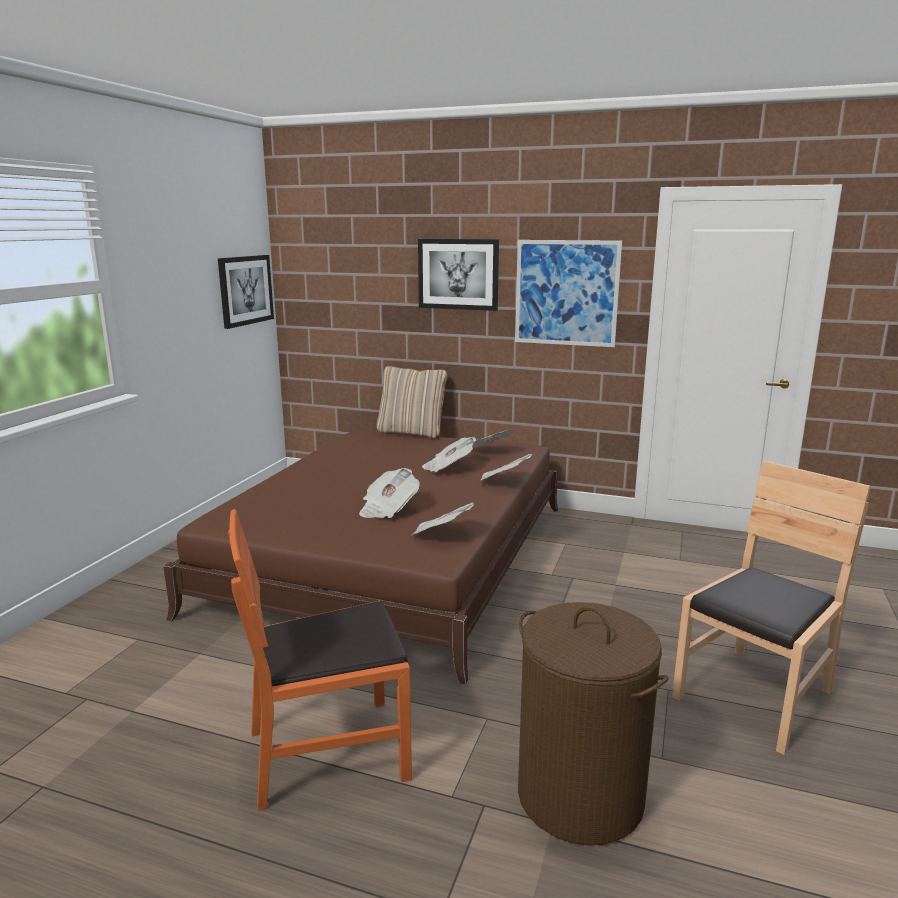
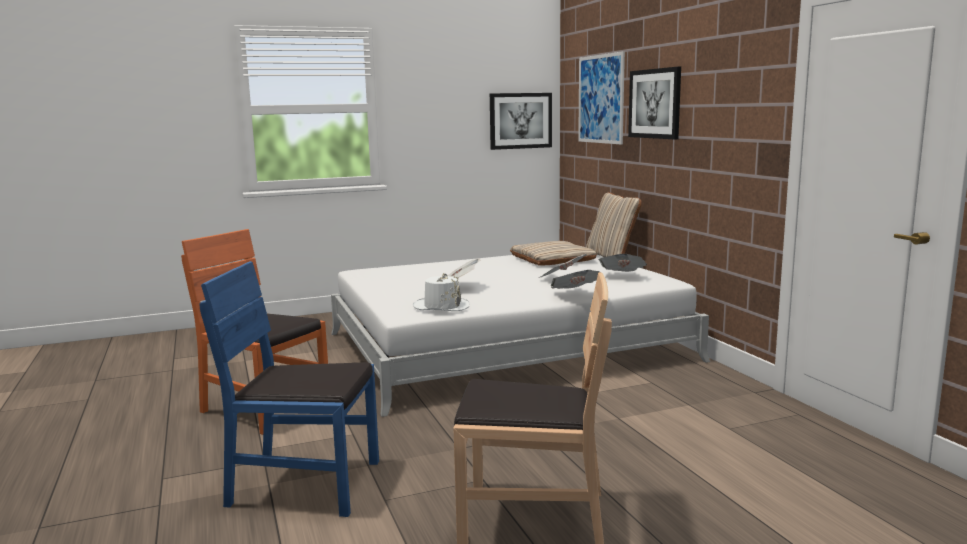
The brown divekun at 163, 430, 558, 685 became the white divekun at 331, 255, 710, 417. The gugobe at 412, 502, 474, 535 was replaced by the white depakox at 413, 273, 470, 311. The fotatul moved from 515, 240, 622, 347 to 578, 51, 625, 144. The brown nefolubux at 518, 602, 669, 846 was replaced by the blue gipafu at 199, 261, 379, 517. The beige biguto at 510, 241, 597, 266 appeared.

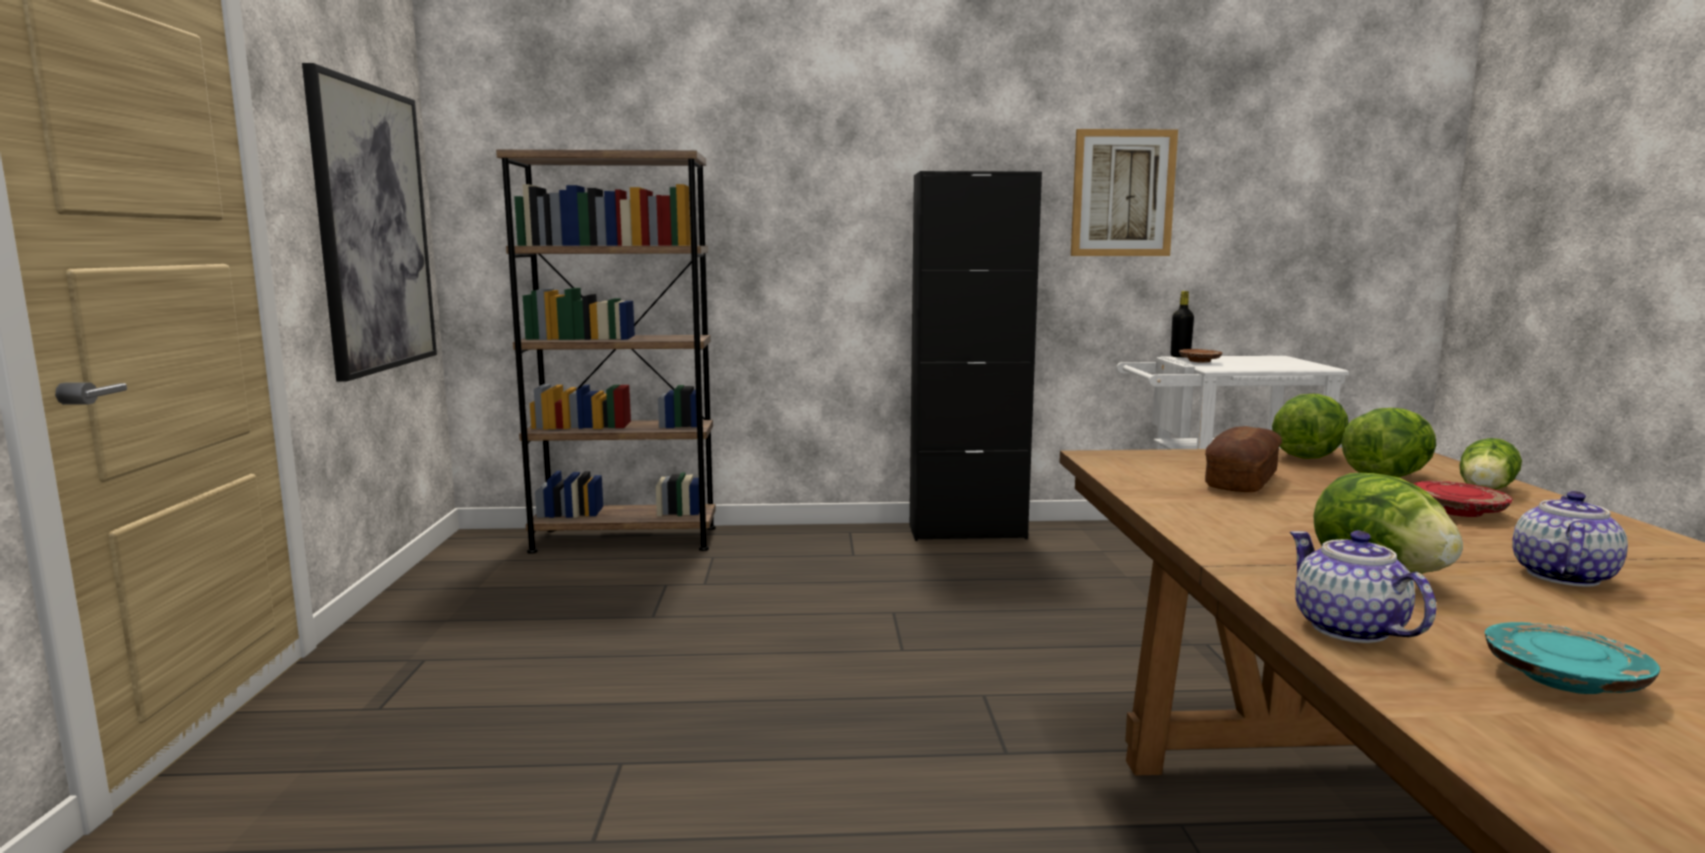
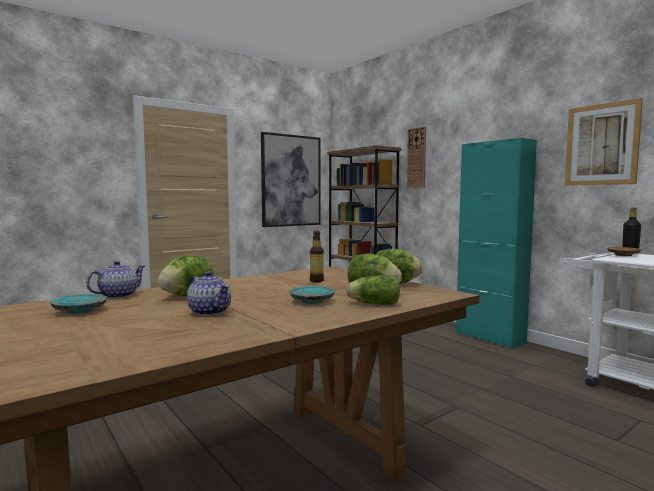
The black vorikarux at 910, 171, 1042, 541 became the turquoise vorikarux at 456, 138, 537, 349. The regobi at 1205, 426, 1282, 492 was replaced by the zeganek at 310, 231, 324, 282. The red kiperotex at 1413, 481, 1513, 517 became the turquoise kiperotex at 290, 286, 335, 304. The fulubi at 1512, 491, 1628, 587 turned 45 degrees clockwise. The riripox at 407, 126, 426, 188 appeared.

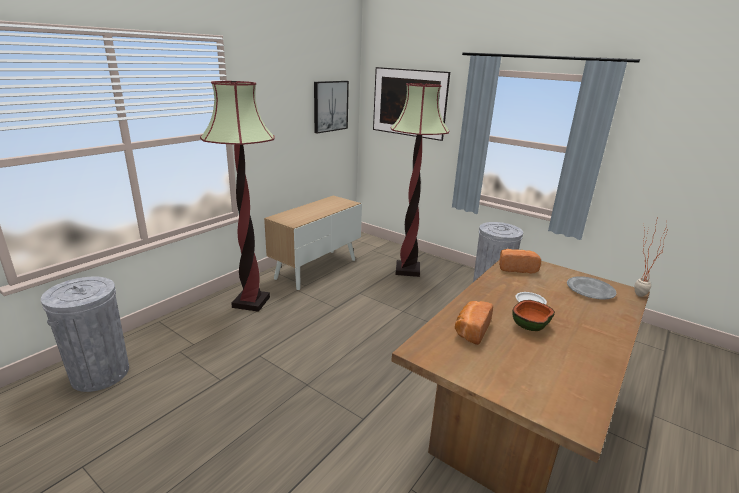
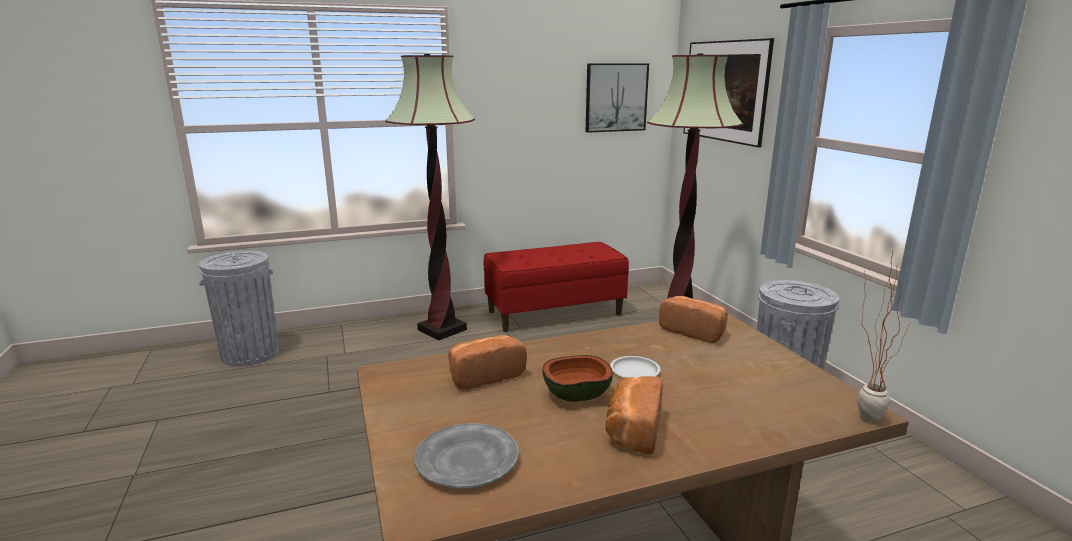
The vorikarux at 264, 196, 362, 290 was replaced by the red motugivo at 484, 242, 629, 332. The grey kiperotex moved from 567, 276, 616, 299 to 414, 423, 519, 488. The regobi at 606, 376, 663, 455 appeared.

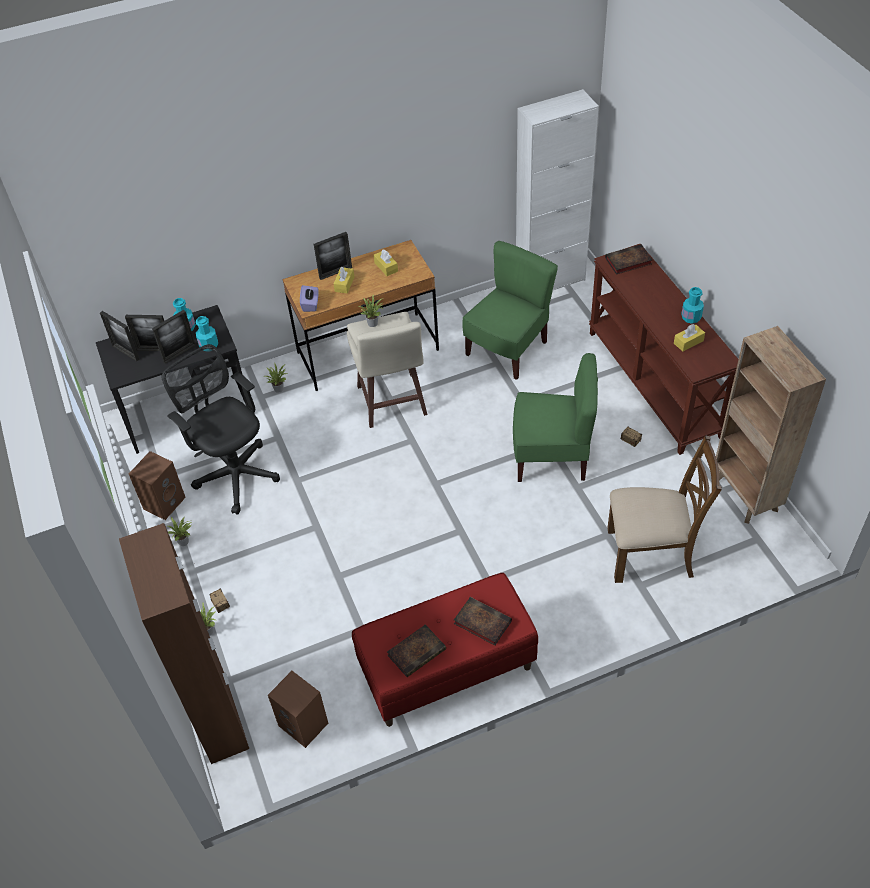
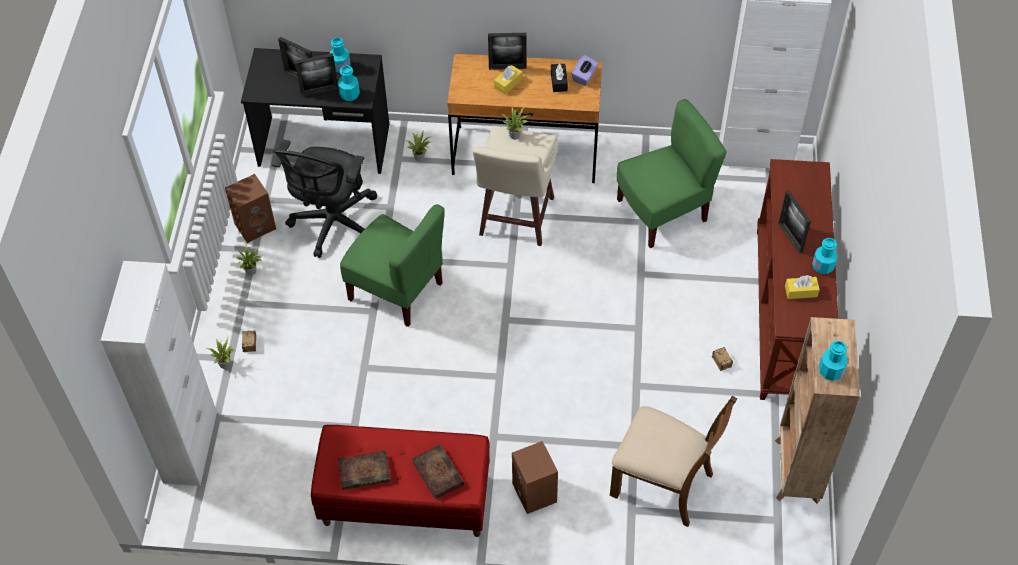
The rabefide moved from 100, 311, 139, 361 to 778, 191, 811, 254. The brown vorikarux at 119, 523, 249, 764 became the white vorikarux at 101, 261, 217, 486. The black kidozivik at 162, 344, 280, 515 turned 150 degrees counterclockwise. The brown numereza moved from 268, 671, 328, 748 to 512, 441, 558, 514. The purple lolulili moved from 300, 285, 319, 312 to 572, 55, 599, 86. The yellow lolulili at 374, 249, 398, 276 became the black lolulili at 551, 63, 568, 92. The green gipafu moved from 513, 353, 598, 482 to 340, 204, 445, 327. The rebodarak at 605, 244, 652, 275 disappeared. The turquoise zeganek at 819, 341, 848, 381 appeared.

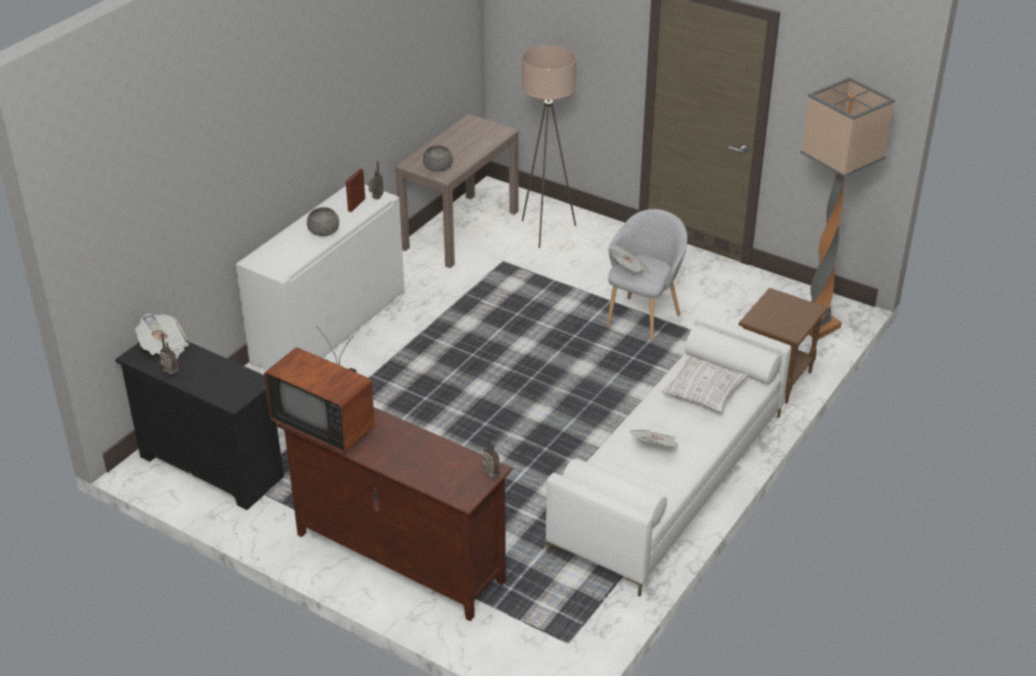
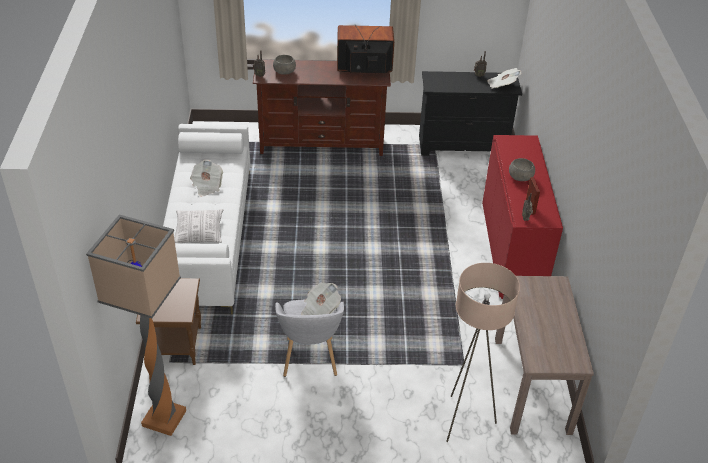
The white vorikarux at 236, 184, 405, 370 became the red vorikarux at 482, 135, 563, 299. The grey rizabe moved from 423, 145, 453, 172 to 273, 55, 296, 75.

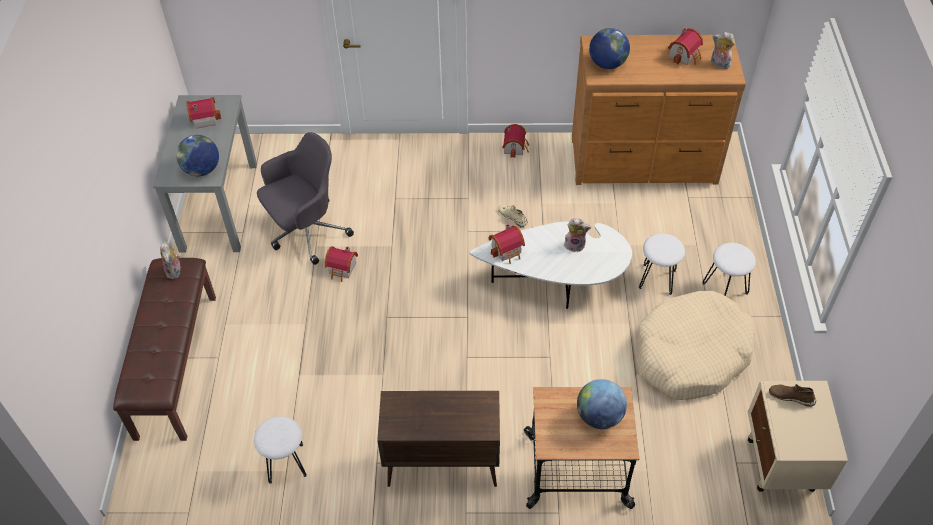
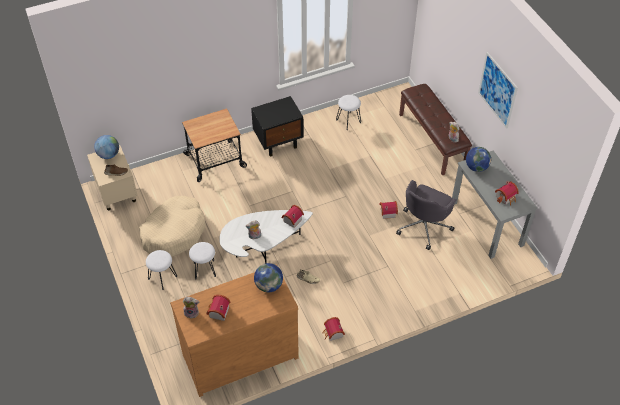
The brown vorikarux at 377, 391, 500, 487 was replaced by the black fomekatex at 251, 96, 304, 157. The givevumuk moved from 577, 379, 627, 429 to 94, 135, 119, 159. The fotatul at 478, 52, 518, 129 appeared.

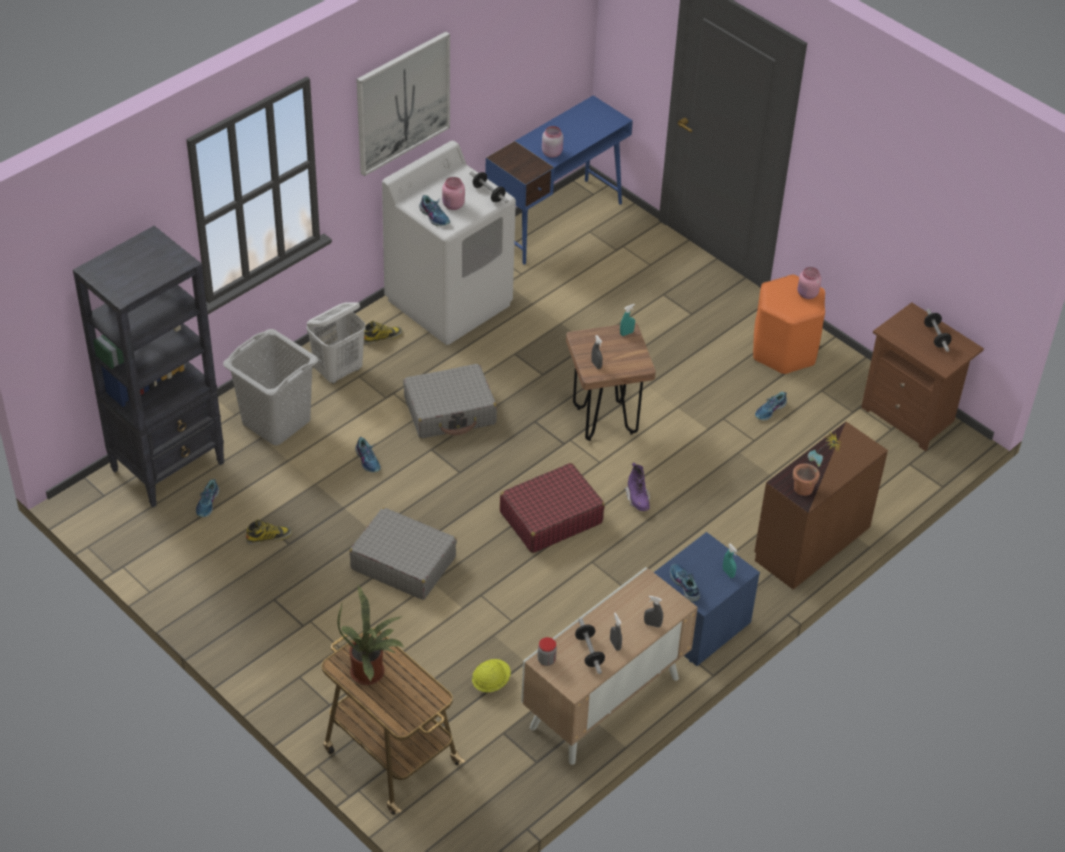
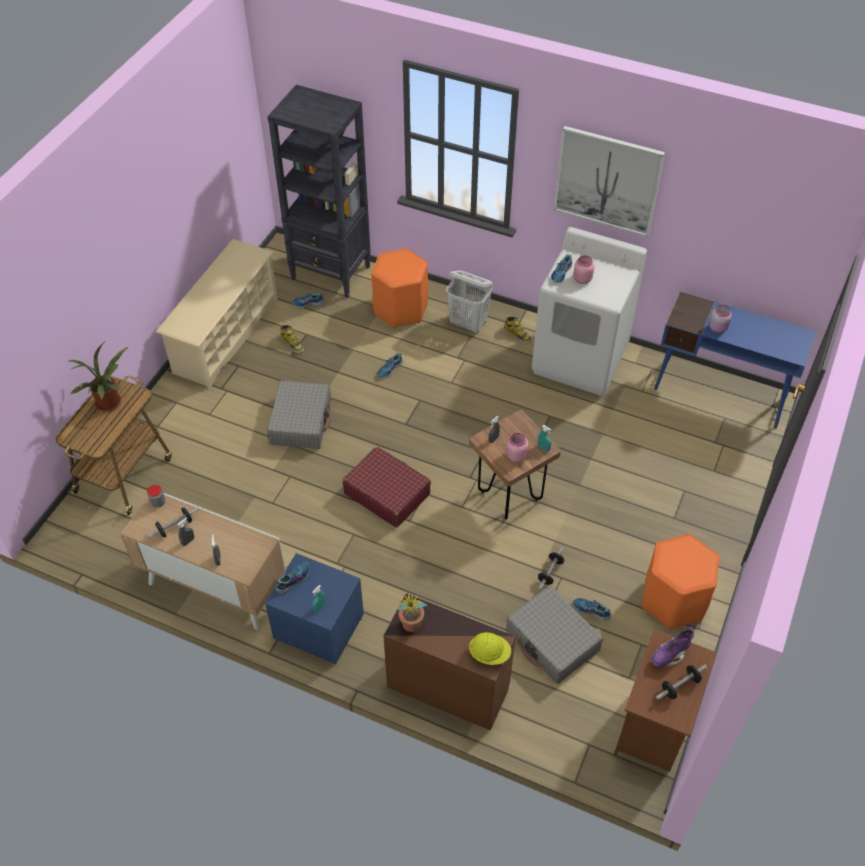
The grey nefolubux at 223, 329, 319, 446 was replaced by the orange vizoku at 371, 249, 428, 328. The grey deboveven moved from 403, 364, 497, 439 to 506, 586, 603, 684. The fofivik moved from 470, 171, 509, 203 to 538, 548, 564, 590. The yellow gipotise moved from 472, 659, 511, 692 to 469, 632, 511, 665. The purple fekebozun moved from 624, 462, 650, 511 to 651, 626, 694, 667. The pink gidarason moved from 797, 267, 821, 299 to 506, 433, 528, 462. The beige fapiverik at 155, 239, 278, 389 appeared.

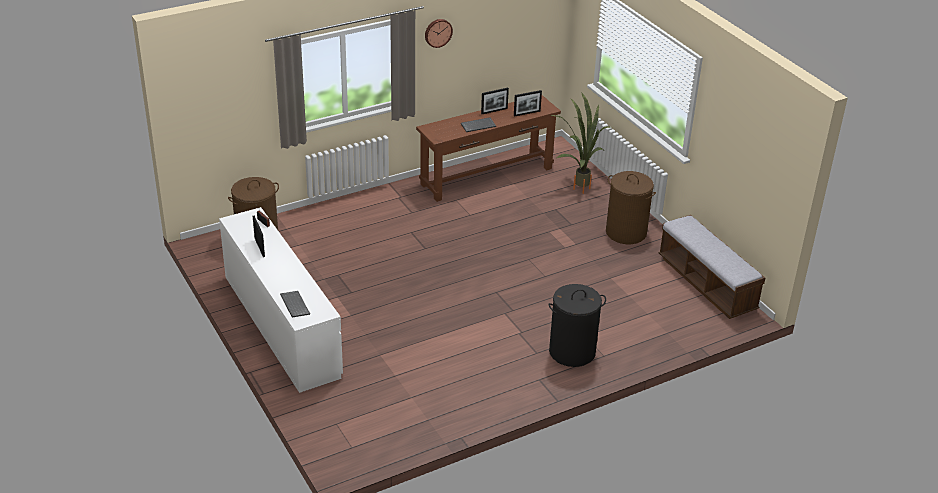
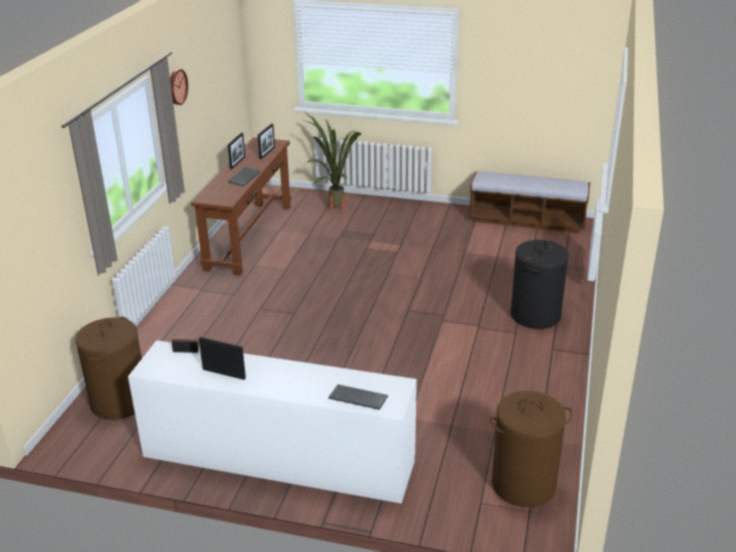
The brown nefolubux moved from 606, 171, 656, 244 to 490, 391, 572, 507.

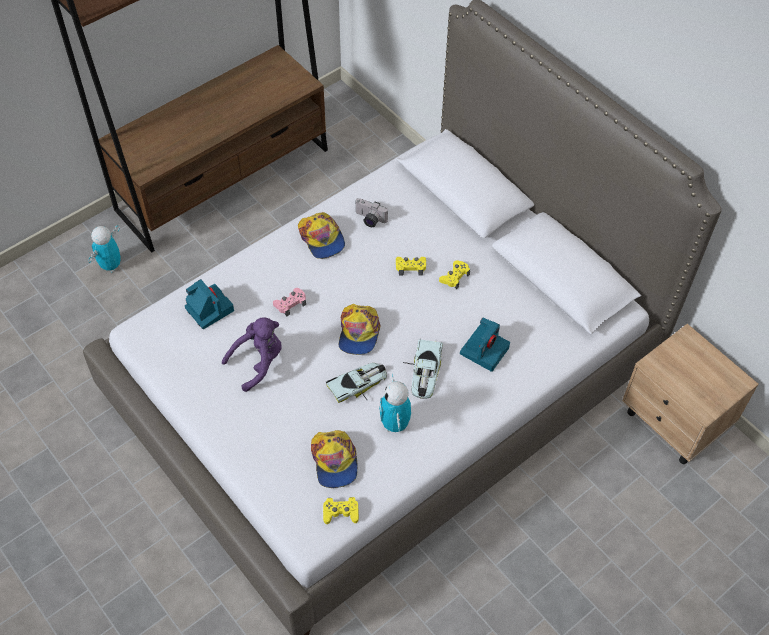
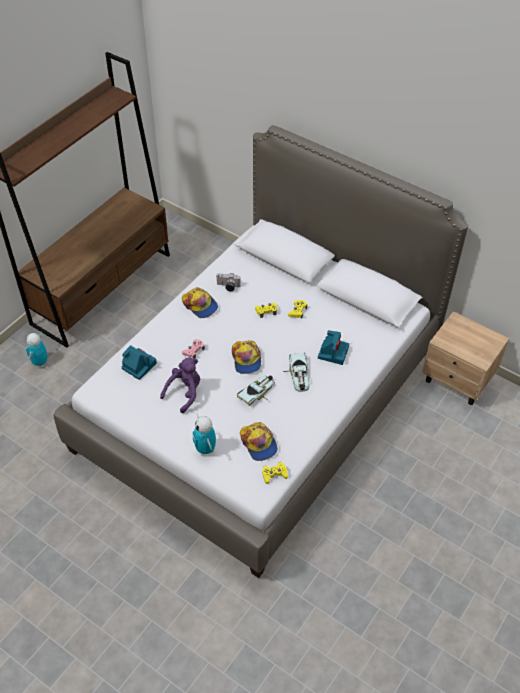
The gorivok moved from 379, 374, 411, 432 to 193, 414, 216, 456.

